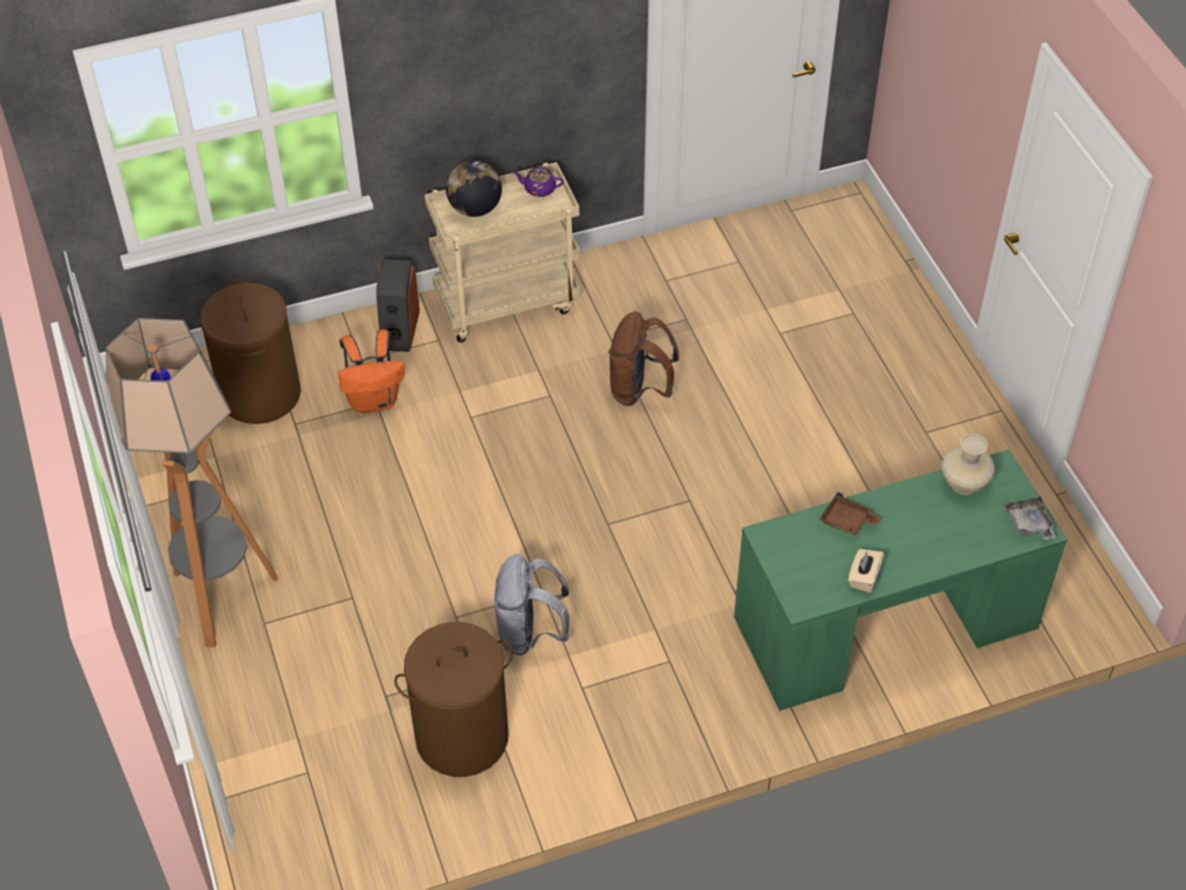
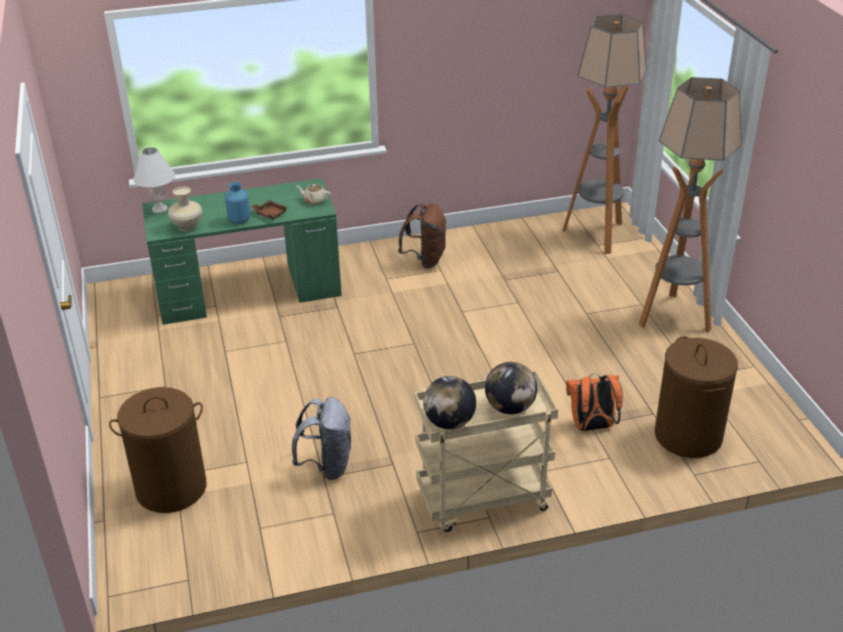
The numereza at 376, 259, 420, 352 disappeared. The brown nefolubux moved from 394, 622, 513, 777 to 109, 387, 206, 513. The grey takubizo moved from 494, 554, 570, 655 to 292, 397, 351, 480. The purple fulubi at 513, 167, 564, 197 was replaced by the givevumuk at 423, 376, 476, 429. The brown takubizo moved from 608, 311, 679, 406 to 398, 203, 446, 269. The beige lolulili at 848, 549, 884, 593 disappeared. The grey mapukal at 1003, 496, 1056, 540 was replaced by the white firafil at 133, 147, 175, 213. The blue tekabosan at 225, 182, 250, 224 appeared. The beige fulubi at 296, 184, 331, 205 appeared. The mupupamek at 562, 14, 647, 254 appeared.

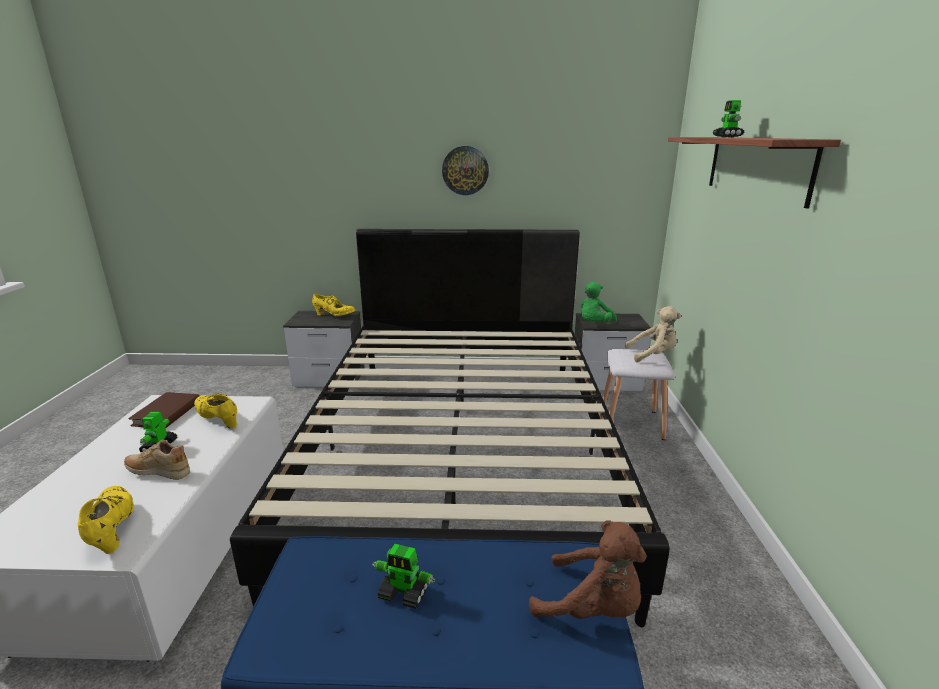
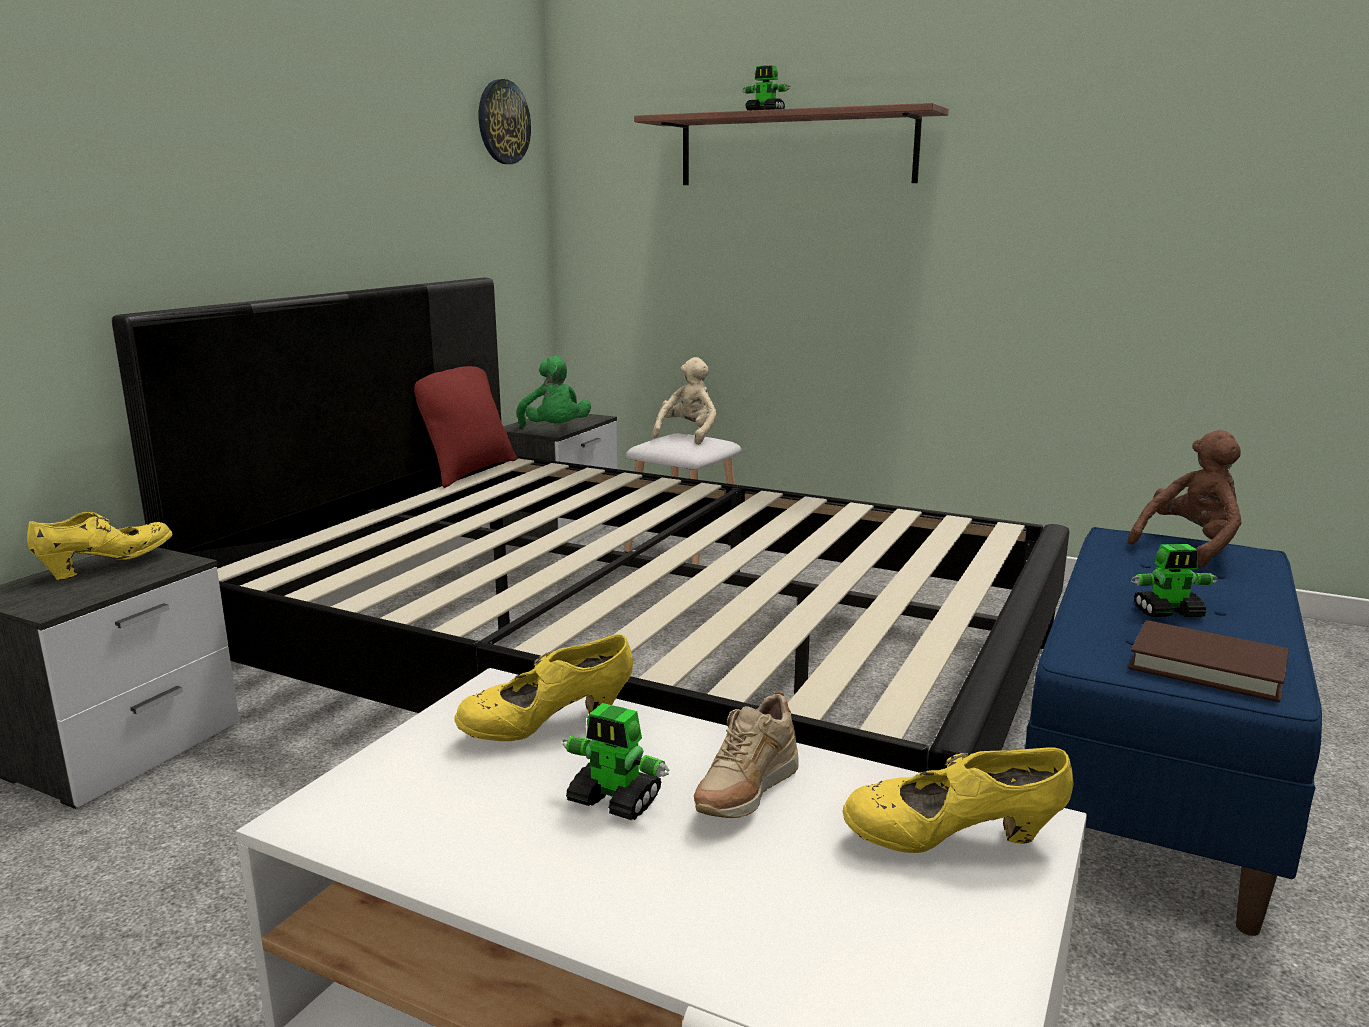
The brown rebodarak moved from 128, 392, 199, 429 to 1128, 620, 1289, 702. The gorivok at 372, 544, 435, 609 turned 45 degrees clockwise. The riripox moved from 442, 146, 489, 195 to 479, 79, 531, 164. The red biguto at 414, 366, 517, 488 appeared.

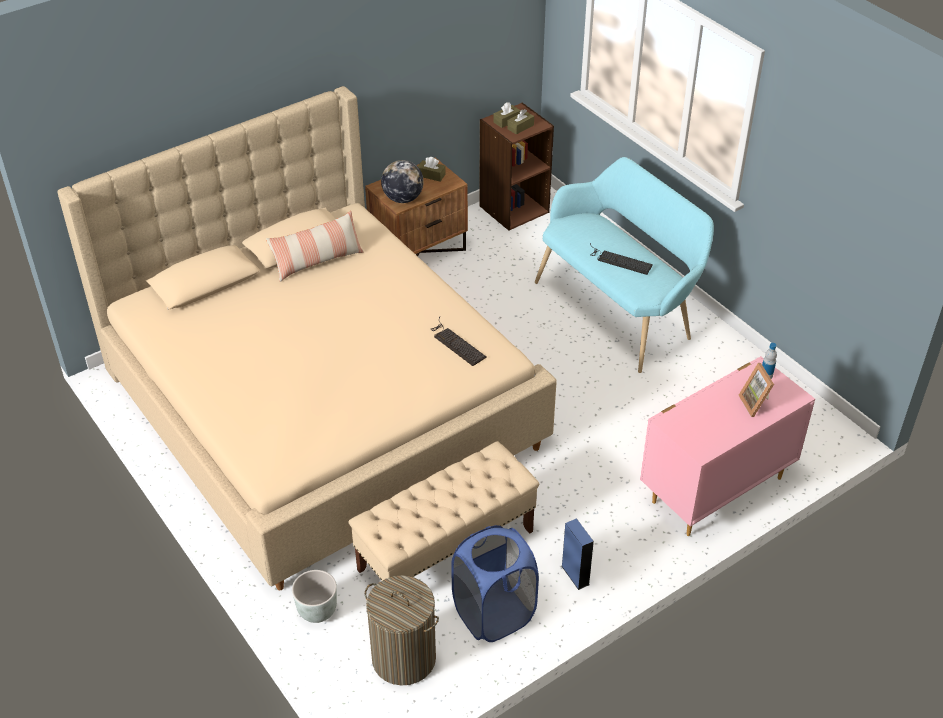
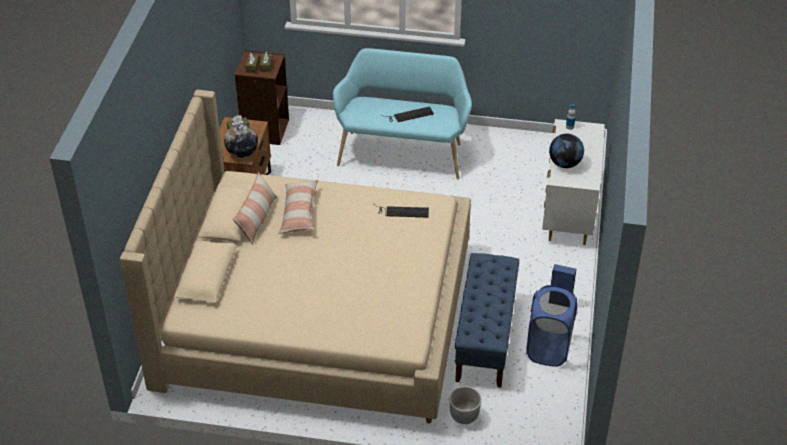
The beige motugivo at 348, 441, 539, 581 became the blue motugivo at 455, 253, 519, 388. The nefolubux at 365, 575, 439, 686 disappeared. The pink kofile at 640, 356, 815, 536 became the white kofile at 542, 119, 605, 245. The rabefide at 739, 363, 774, 417 disappeared. The biguto at 278, 180, 318, 234 appeared. The givevumuk at 549, 134, 584, 168 appeared.

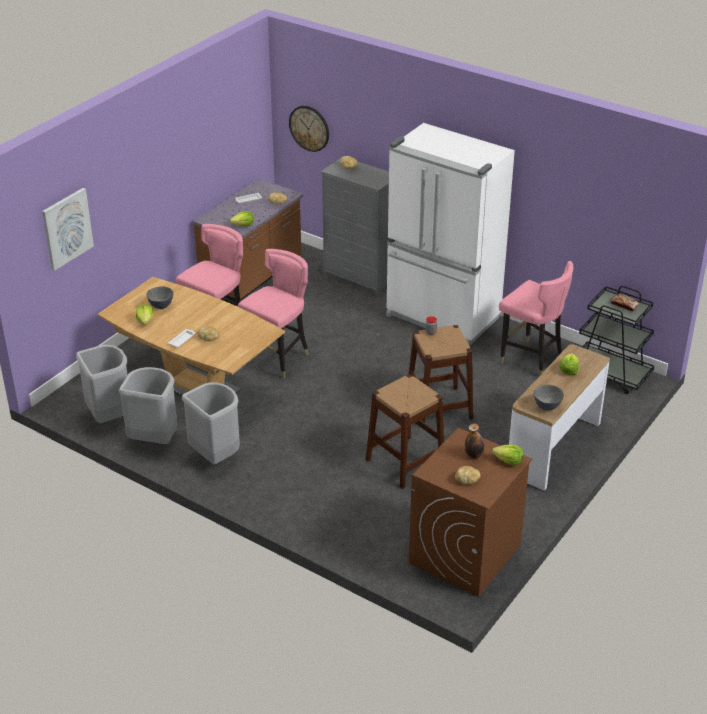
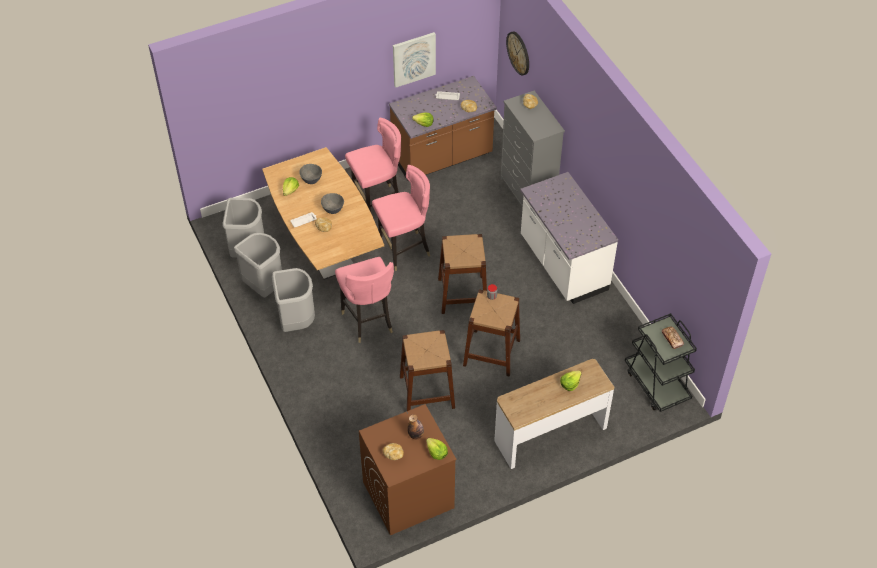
The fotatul moved from 42, 188, 94, 271 to 393, 32, 436, 88. The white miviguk at 386, 123, 515, 346 was replaced by the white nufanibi at 520, 172, 618, 304. The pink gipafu moved from 499, 261, 573, 375 to 335, 257, 394, 343. The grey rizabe moved from 533, 385, 564, 411 to 321, 193, 344, 214. The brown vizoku at 438, 234, 487, 314 appeared.

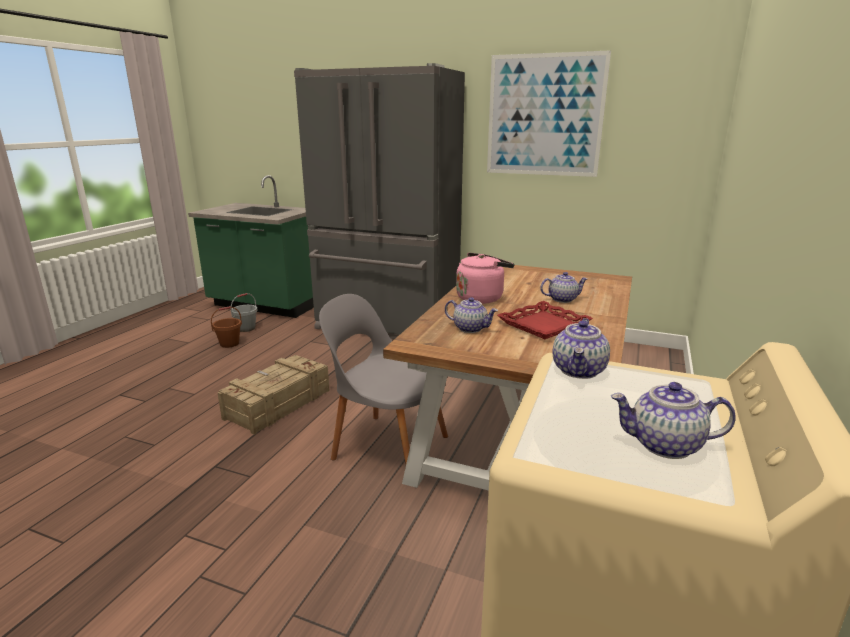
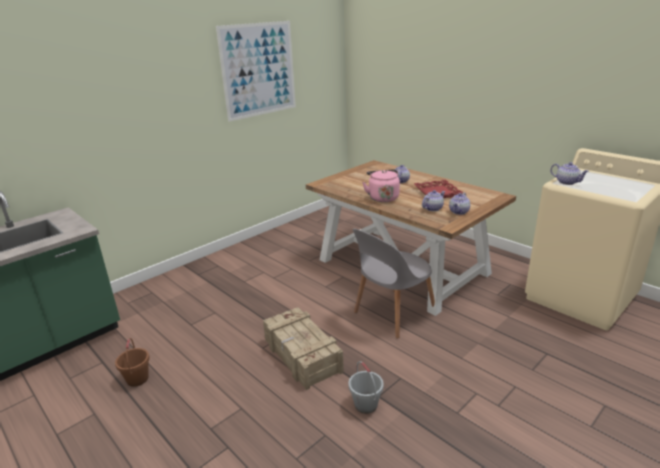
The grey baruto moved from 231, 293, 258, 332 to 348, 361, 384, 414. The grey miviguk at 294, 63, 465, 339 disappeared. The fulubi moved from 611, 382, 736, 459 to 449, 193, 470, 215.

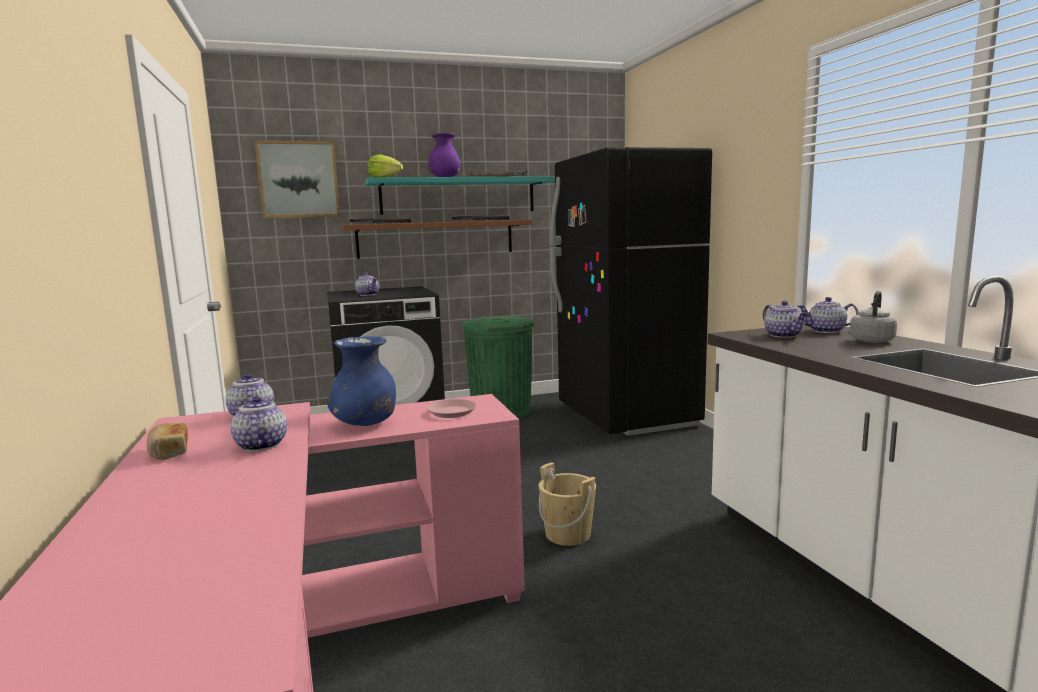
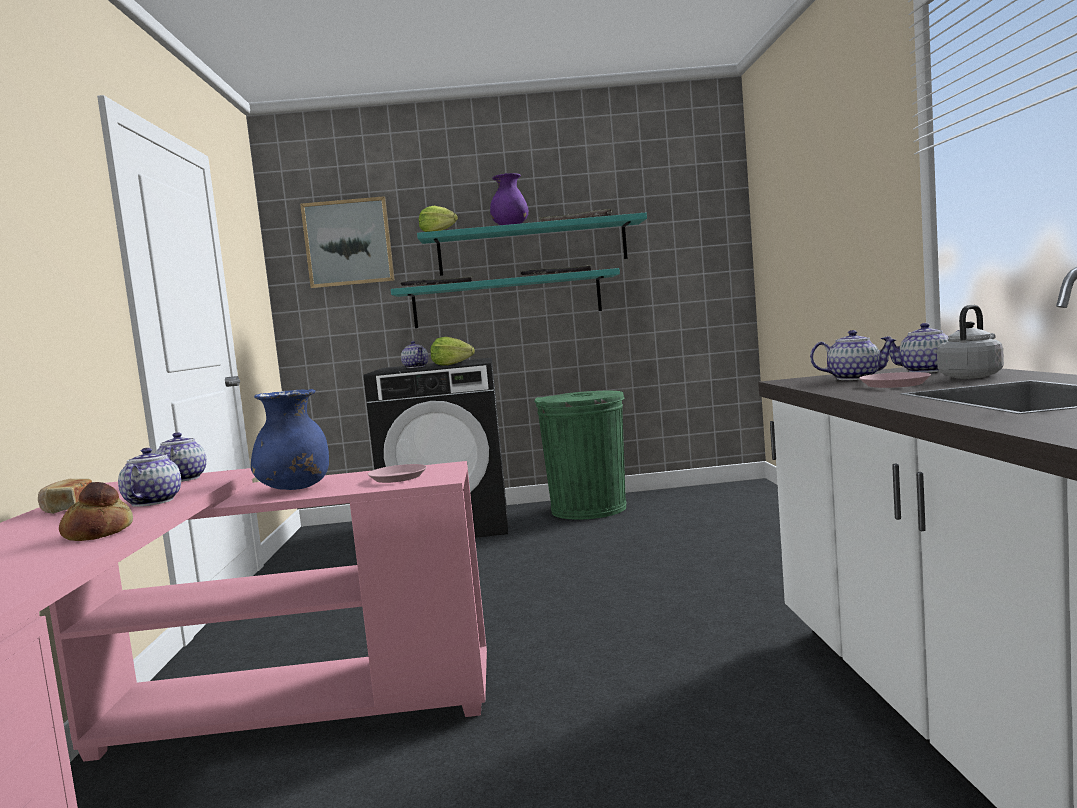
The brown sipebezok at 341, 220, 533, 259 became the turquoise sipebezok at 391, 268, 620, 328. The beige baruto at 538, 463, 596, 546 disappeared. The black miviguk at 550, 147, 712, 436 disappeared. The fulubi at 763, 301, 807, 338 turned 75 degrees counterclockwise. The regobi at 59, 482, 133, 541 appeared. The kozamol at 430, 337, 475, 366 appeared. The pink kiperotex at 859, 372, 931, 388 appeared.

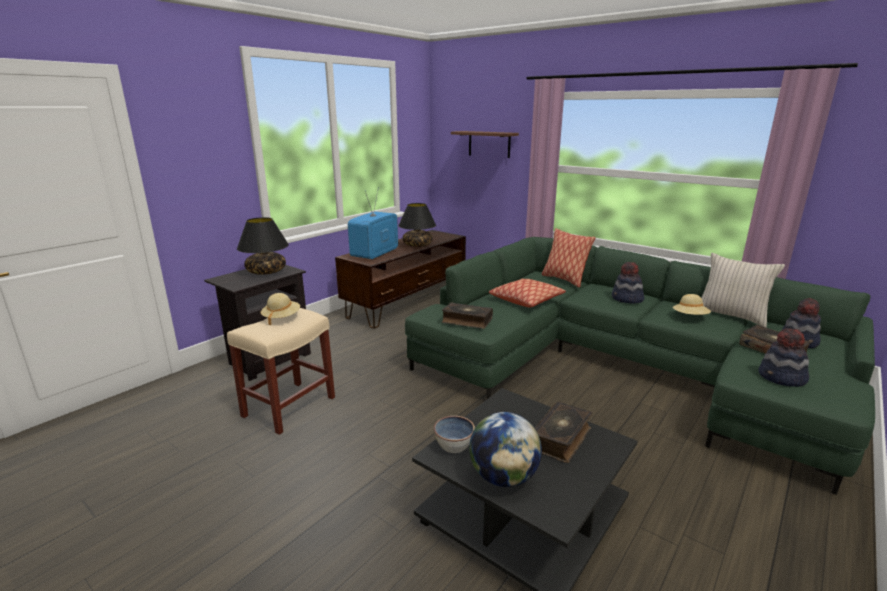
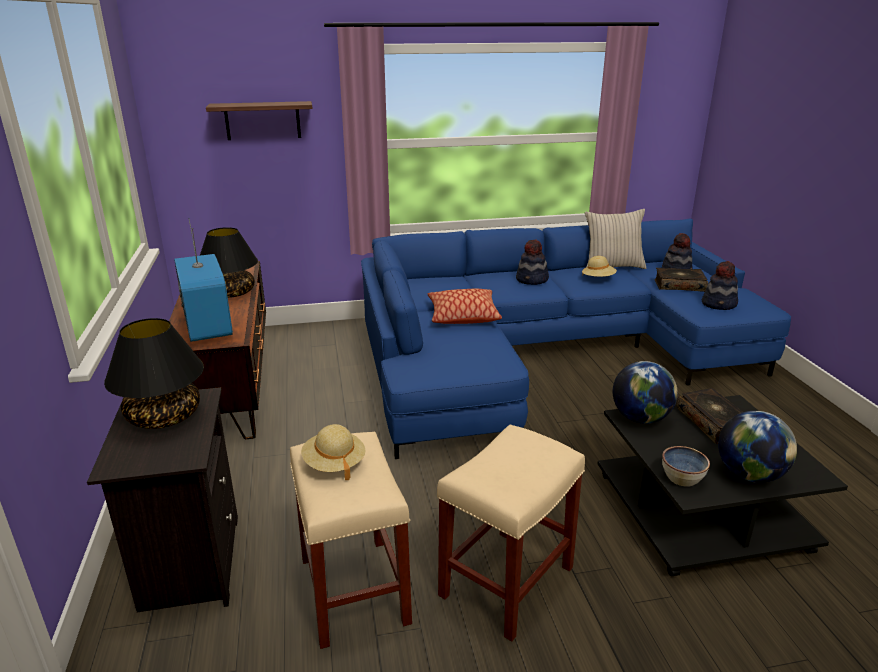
The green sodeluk at 405, 237, 875, 495 became the blue sodeluk at 361, 219, 791, 459. The rebodarak at 442, 302, 493, 329 disappeared. The biguto at 542, 228, 596, 287 disappeared. The beige vizoku at 437, 424, 585, 642 appeared. The givevumuk at 613, 361, 678, 424 appeared.

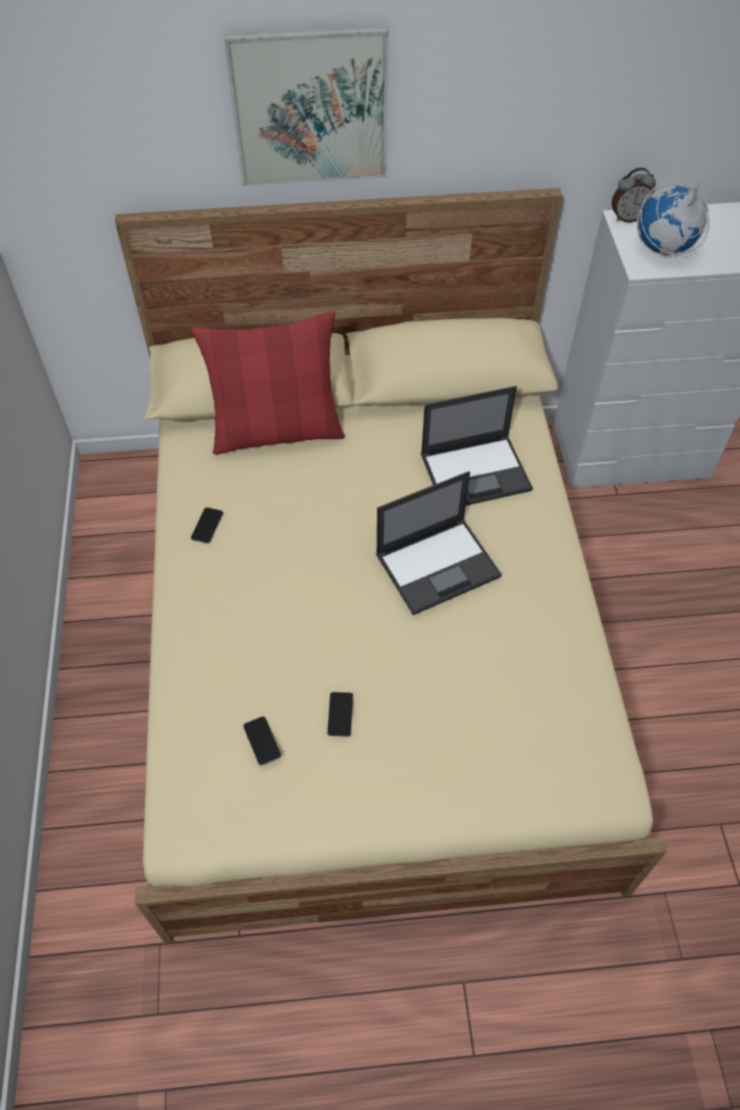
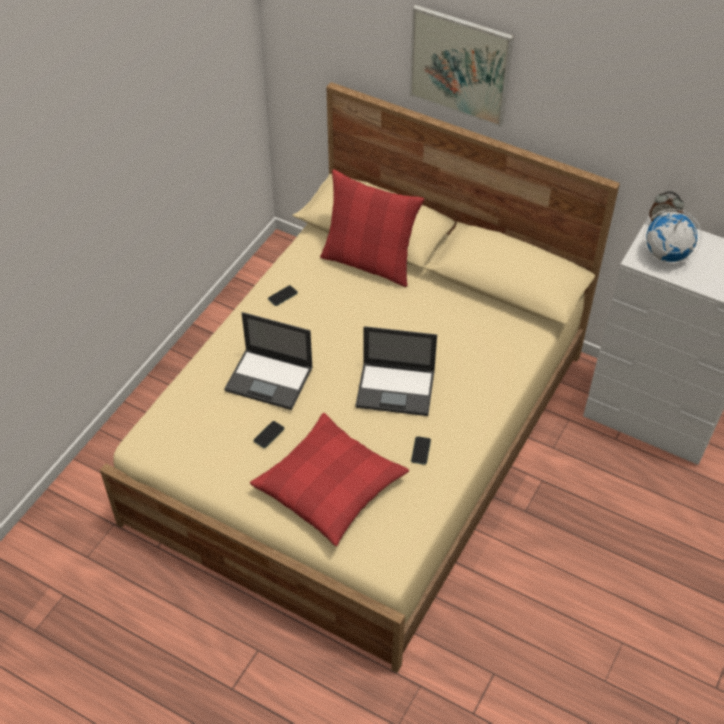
The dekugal moved from 243, 716, 281, 765 to 411, 436, 431, 465. The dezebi moved from 421, 386, 533, 506 to 224, 312, 313, 410. The red biguto at 250, 413, 409, 546 appeared.

